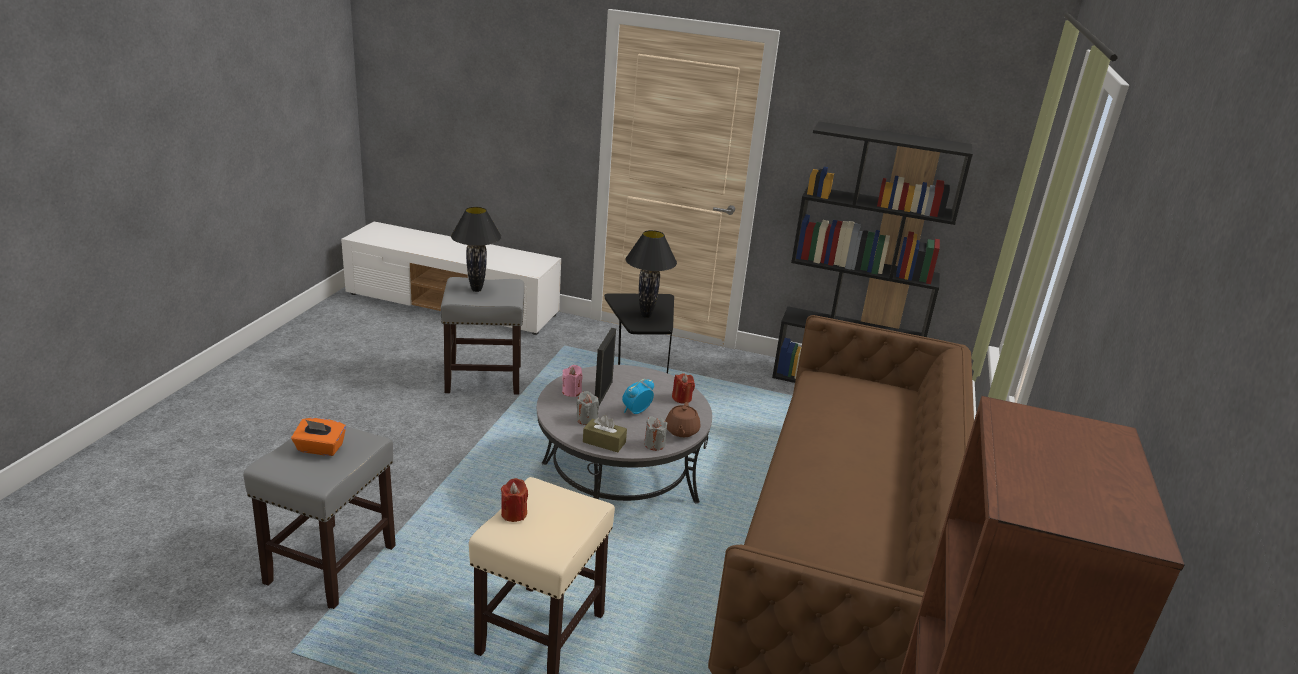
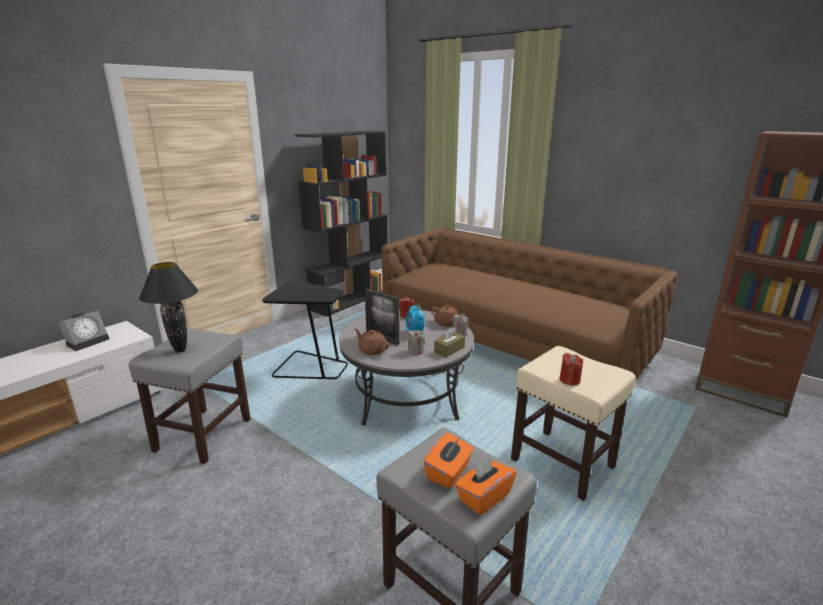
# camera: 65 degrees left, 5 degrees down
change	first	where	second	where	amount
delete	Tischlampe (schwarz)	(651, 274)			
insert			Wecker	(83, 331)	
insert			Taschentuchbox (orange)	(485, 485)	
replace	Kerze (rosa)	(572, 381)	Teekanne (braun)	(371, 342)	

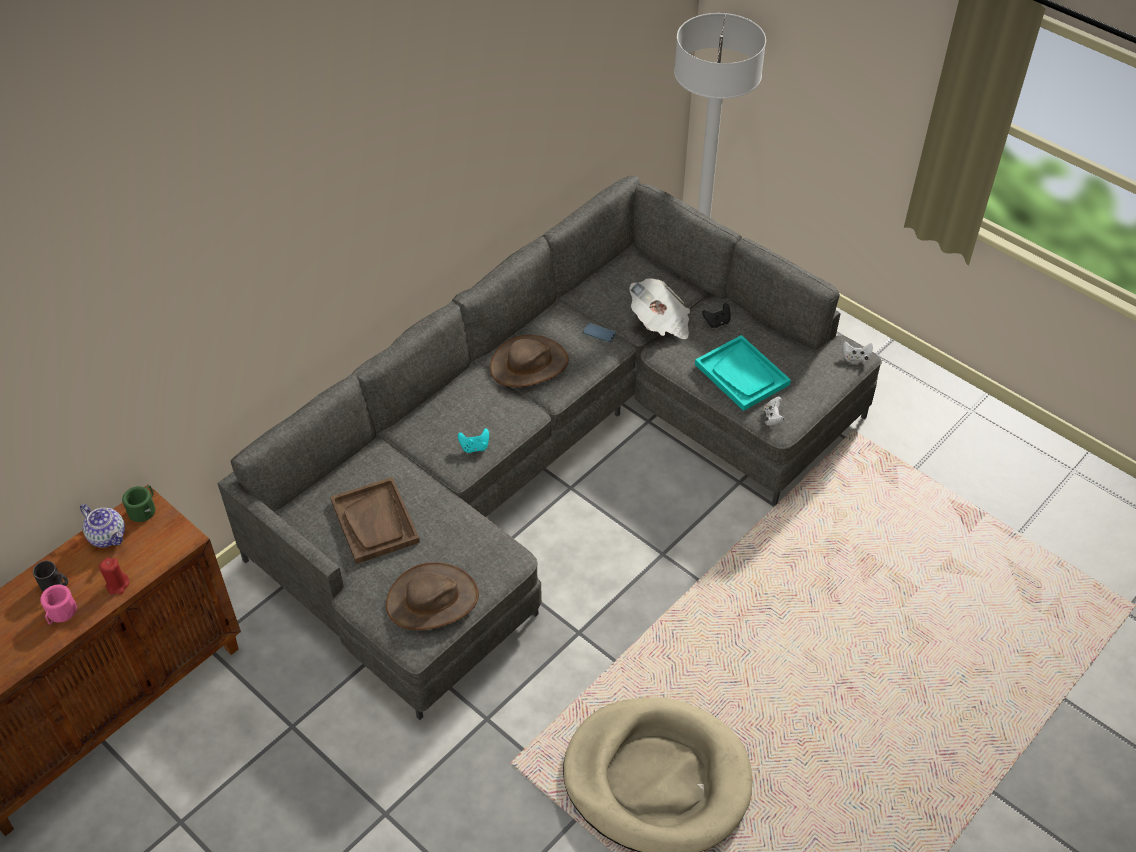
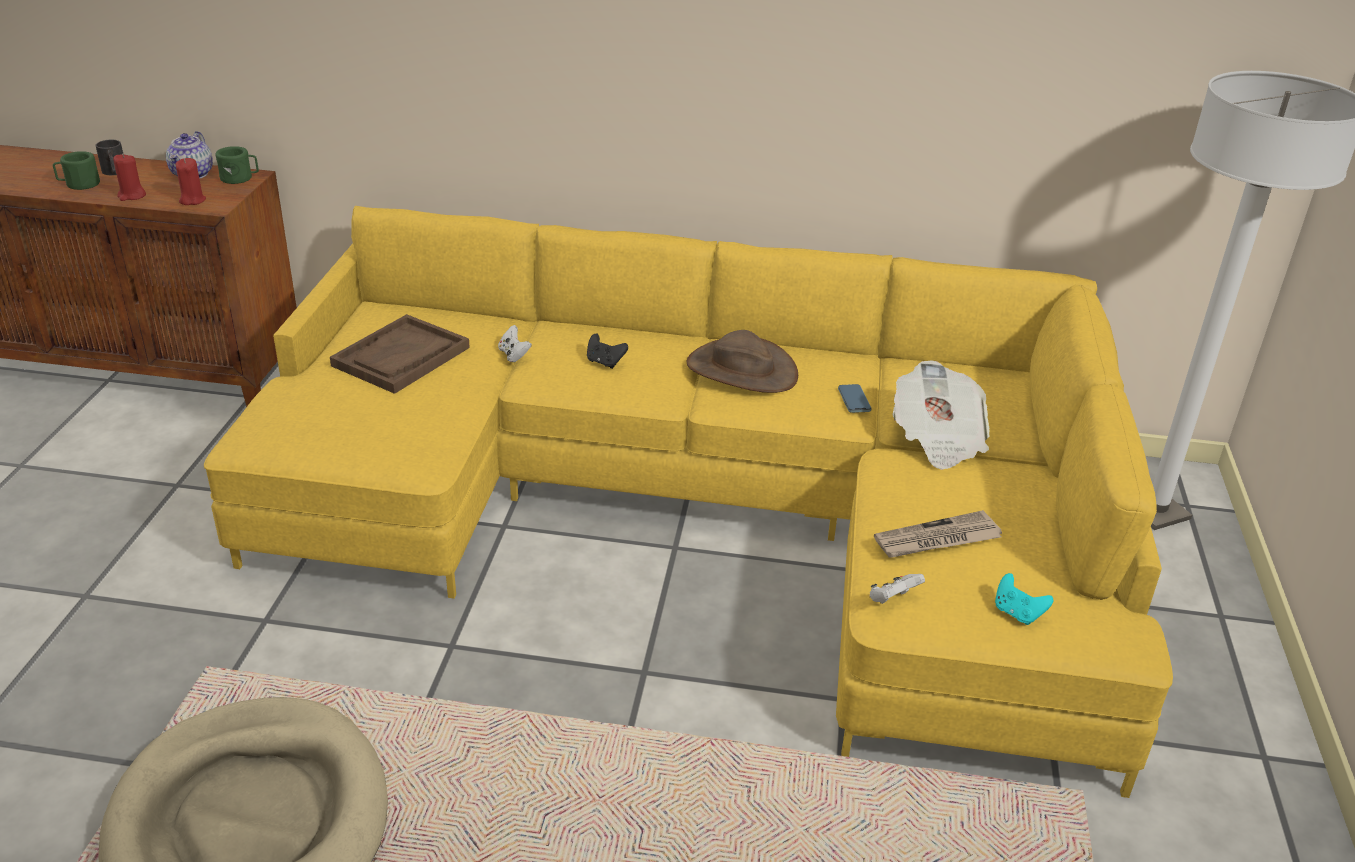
# camera: 55 degrees right, 15 degrees down
change	first	where	second	where	amount
delete	Hut (braun)	(432, 596)			
insert			Kerze (rot)	(191, 181)	
move	Gamepad (türkis)	(473, 440)		(1024, 599)	
move	Gamepad (schwarz)	(716, 315)		(607, 351)	
move	Gamepad (weiß)	(858, 352)		(515, 343)	
replace	Tablett (türkis)	(743, 373)	Zeitung	(938, 534)	
recolor	Henkelbecher (rosa)	(58, 605)	Henkelbecher (grün)	(76, 170)	
recolor	Sofa (grau)	(550, 447)	Sofa (gelb)	(688, 502)	

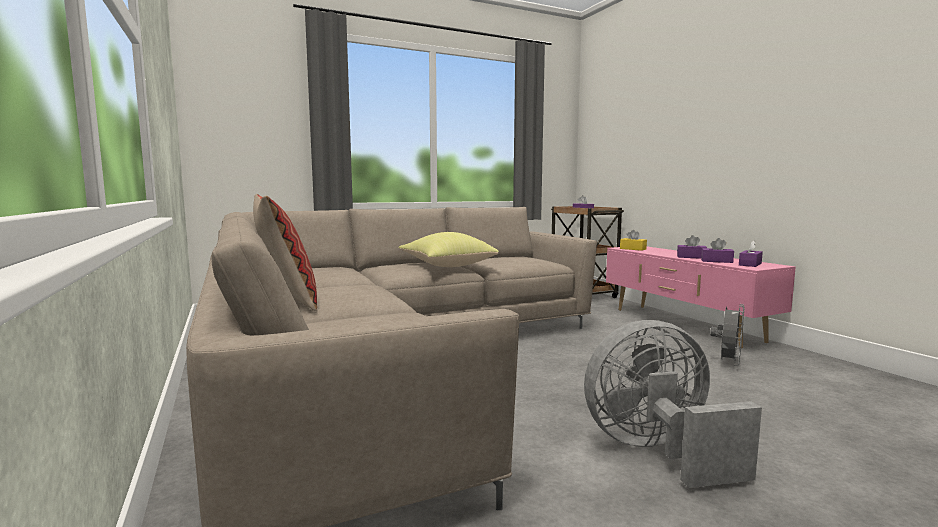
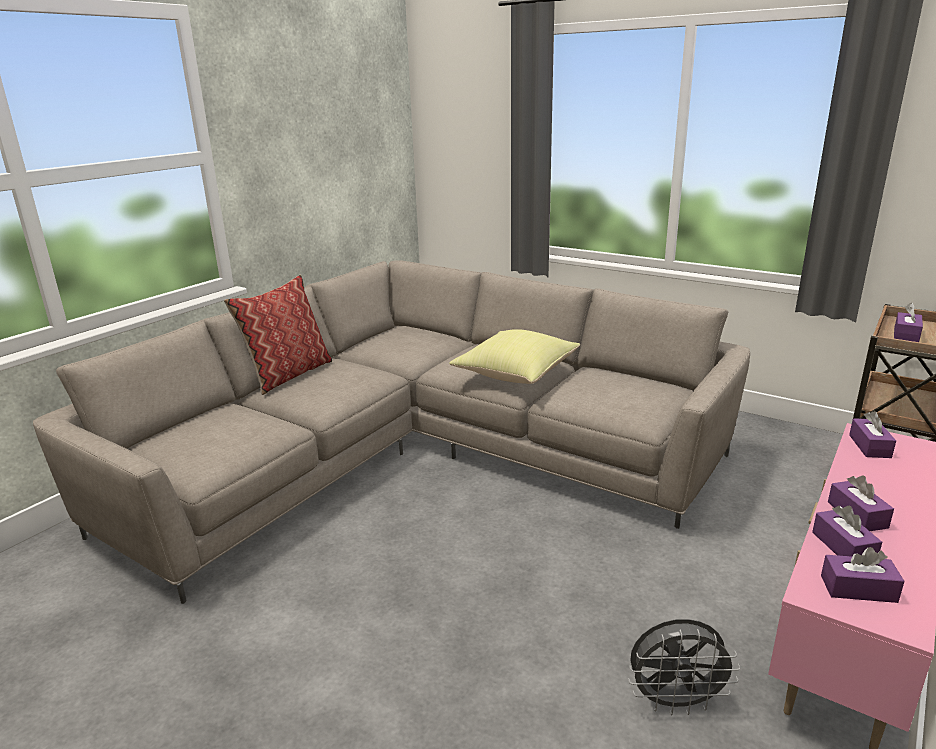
# camera: 60 degrees right, 15 degrees up
change	first	where	second	where	amount
delete	Ventilator (grau)	(673, 404)			
recolor	Taschentuchbox (gelb)	(633, 240)	Taschentuchbox (lila)	(872, 434)	

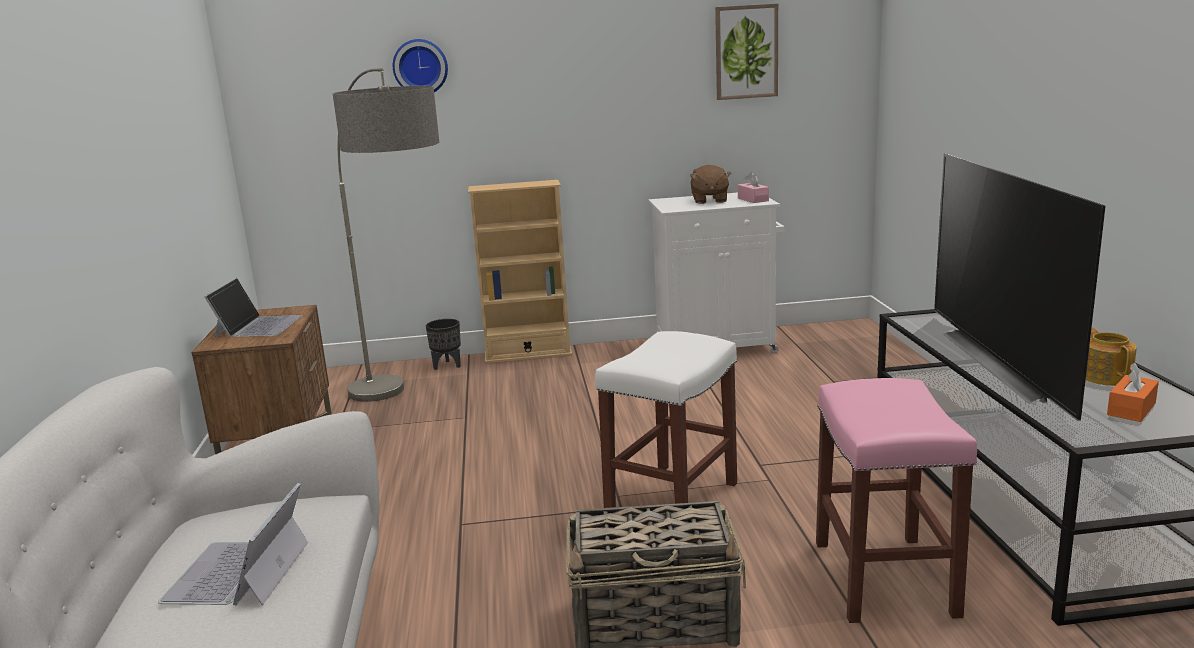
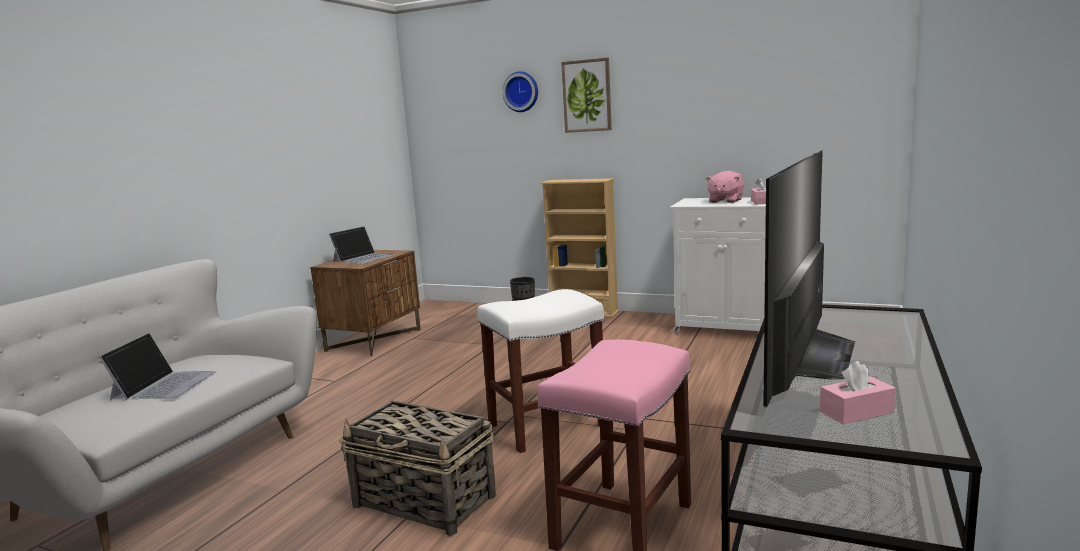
# camera: 30 degrees right, 5 degrees down
change	first	where	second	where	amount
delete	Stehlampe	(386, 235)			
delete	Teekanne	(1111, 356)			
move	Bild	(746, 52)		(586, 95)	
recolor	Plüschtier (braun)	(710, 184)	Plüschtier (rosa)	(724, 187)	
recolor	Taschentuchbox (orange)	(1133, 392)	Taschentuchbox (rosa)	(857, 392)	
rotate	Laptop	(233, 544)		(157, 366)	150 degrees clockwise

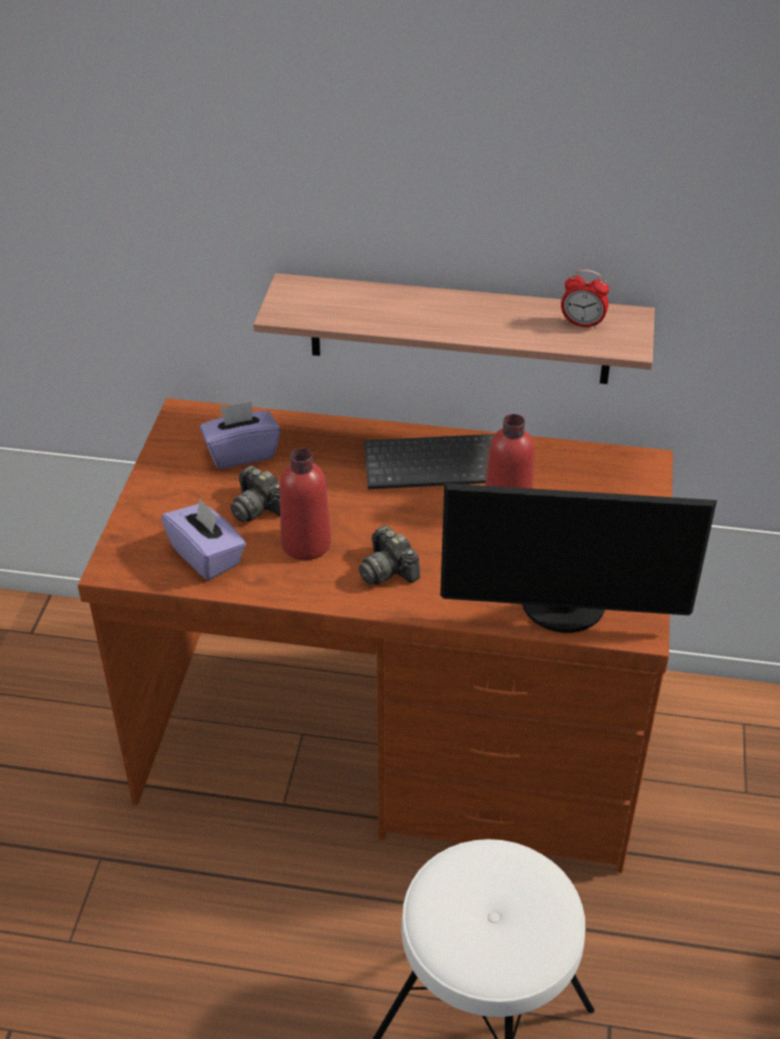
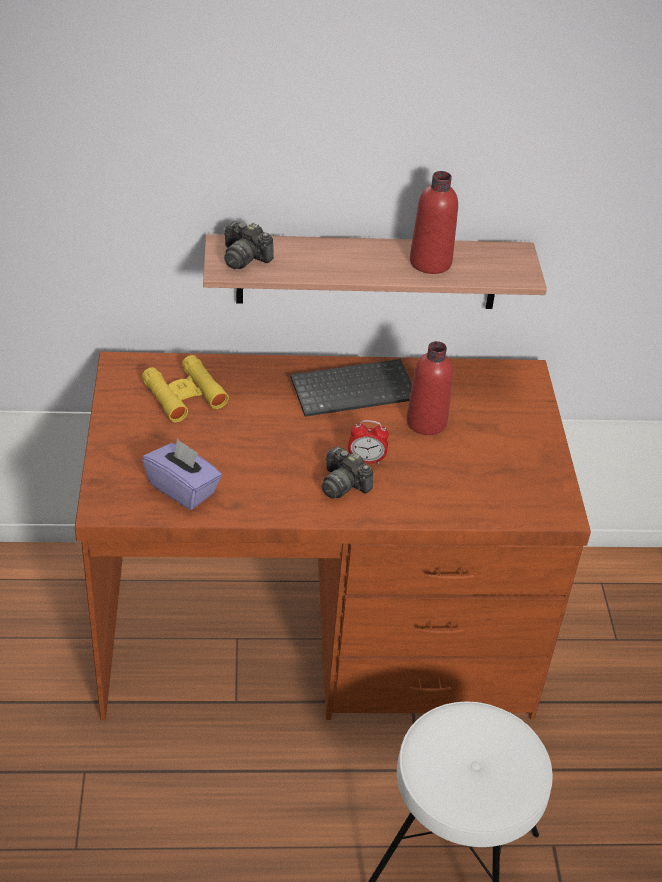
# camera: 15 degrees left, 0 degrees up
change	first	where	second	where	amount
delete	Monitor	(578, 558)			
move	Kamera	(255, 493)		(249, 245)	
move	Flasche (rot)	(305, 504)		(434, 222)	
move	Wecker	(585, 299)		(368, 442)	
replace	Taschentuchbox (lila)	(240, 435)	Fernglas (gelb)	(185, 388)	

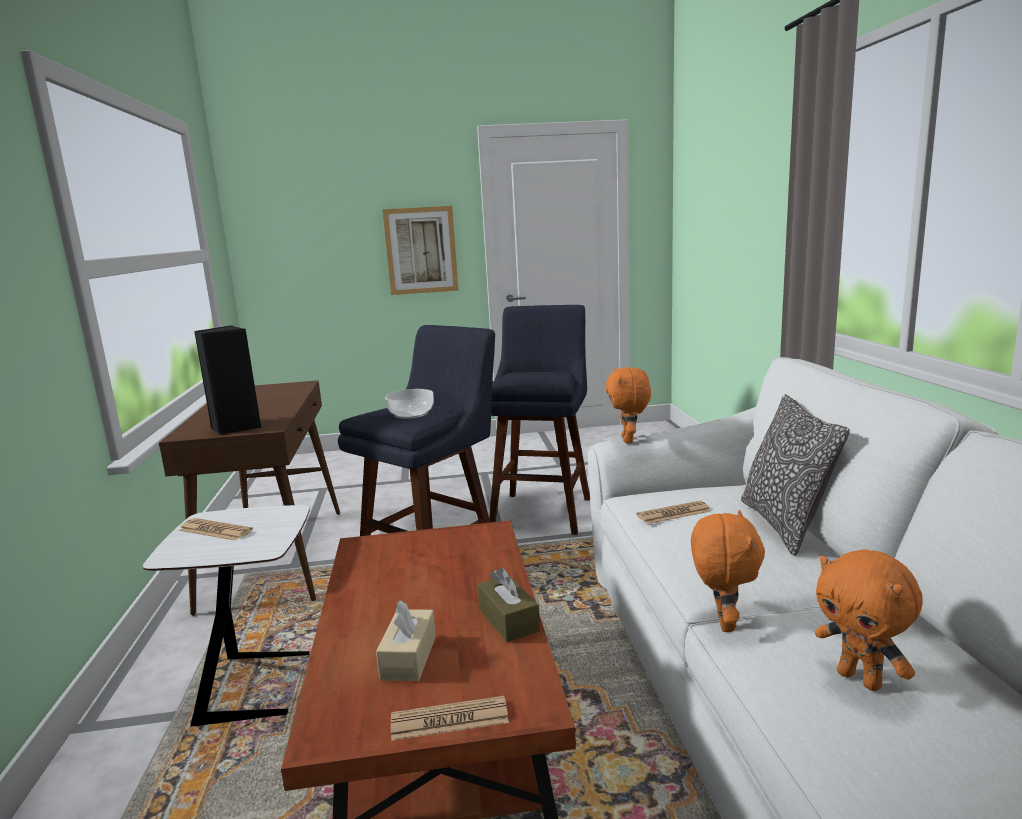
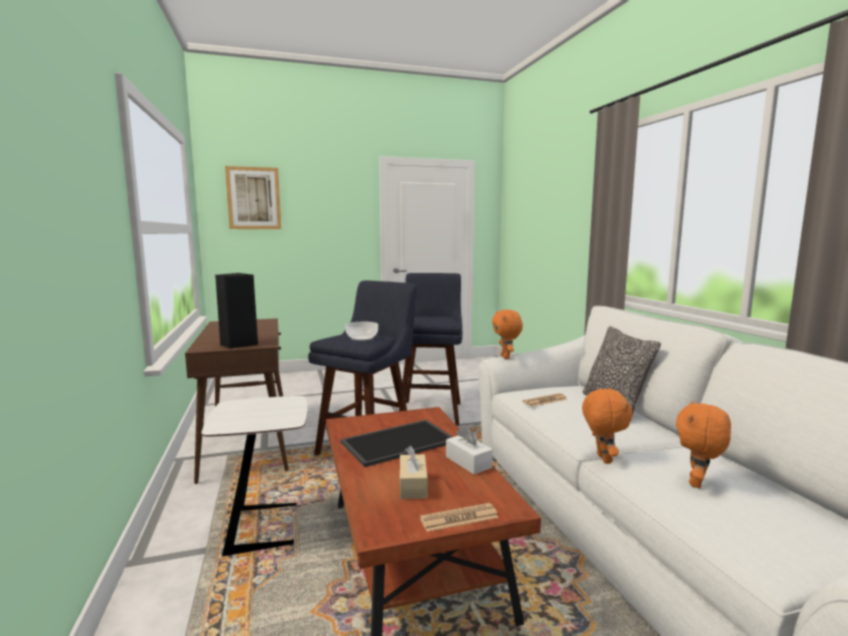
# camera: 10 degrees left, 5 degrees down
change	first	where	second	where	amount
delete	Zeitung	(215, 529)			
insert			Tablett	(396, 443)	
move	Bild	(420, 250)		(253, 197)	
recolor	Taschentuchbox (braun)	(509, 605)	Taschentuchbox (weiß)	(469, 450)	
rotate	Plüschtier (orange)	(869, 620)		(703, 444)	75 degrees clockwise

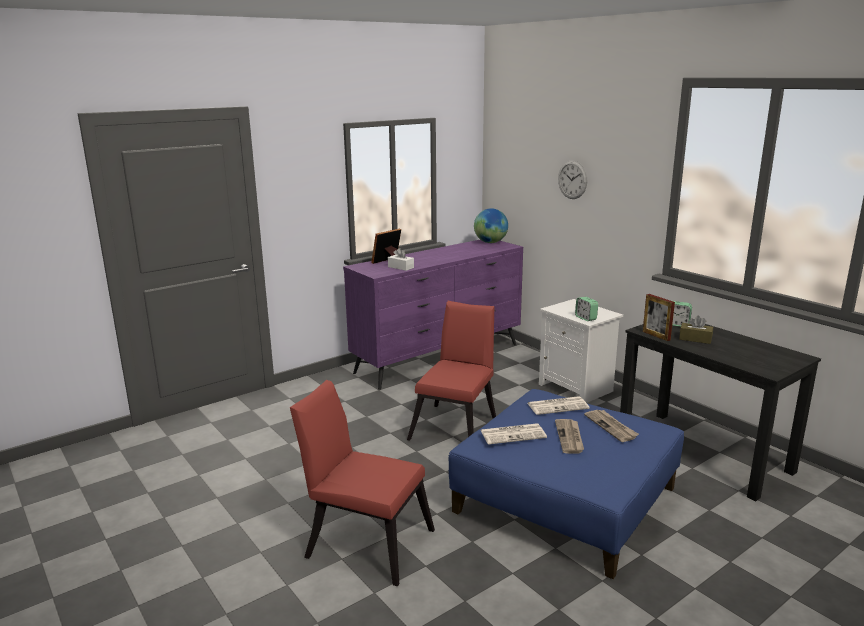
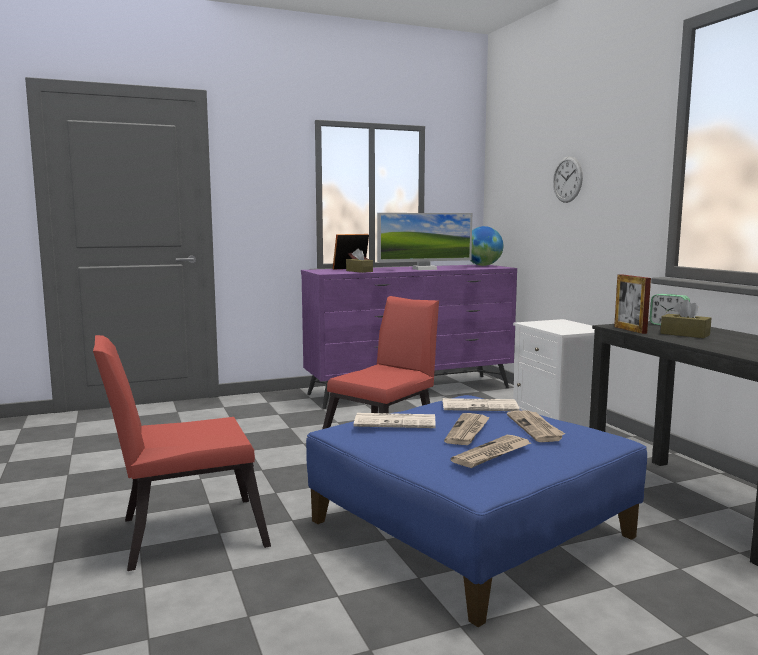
# camera: 15 degrees right, 10 degrees down
change	first	where	second	where	amount
delete	Wecker	(586, 309)			
insert			Monitor	(424, 241)	
insert			Zeitung	(491, 451)	
recolor	Taschentuchbox (weiß)	(401, 259)	Taschentuchbox (braun)	(359, 260)	
rotate	Stuhl (rot)	(362, 483)		(182, 453)	60 degrees counterclockwise

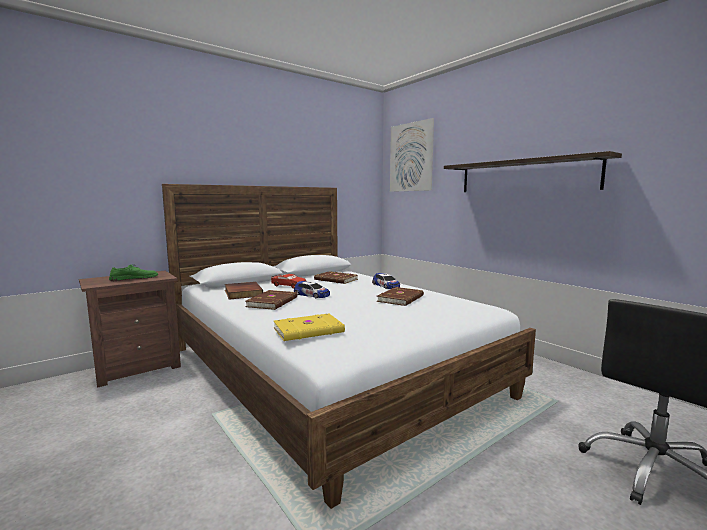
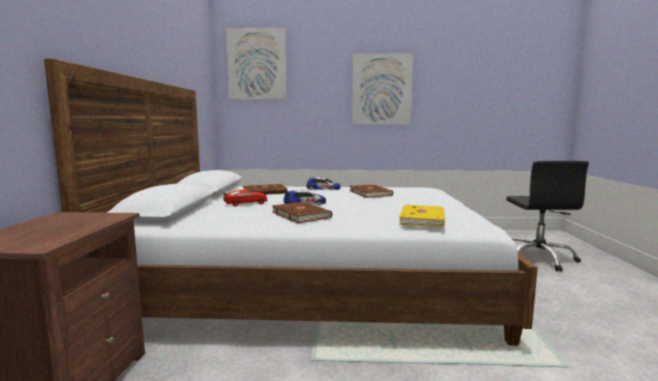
# camera: 50 degrees left, 0 degrees up
change	first	where	second	where	amount
delete	Schuh (grün)	(133, 272)			
delete	Buch	(244, 291)			
replace	Wandregal	(533, 171)	Bild	(382, 88)	

